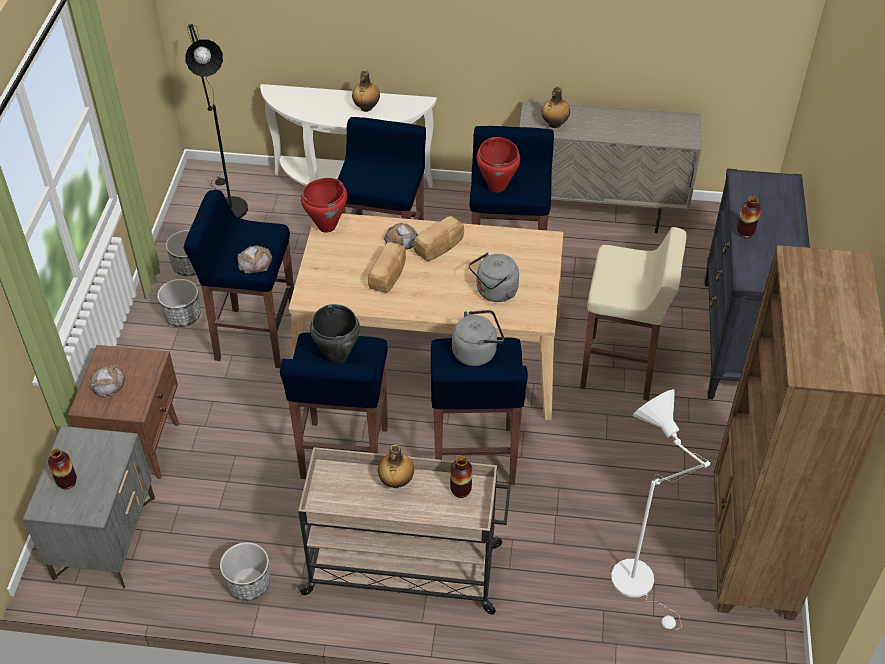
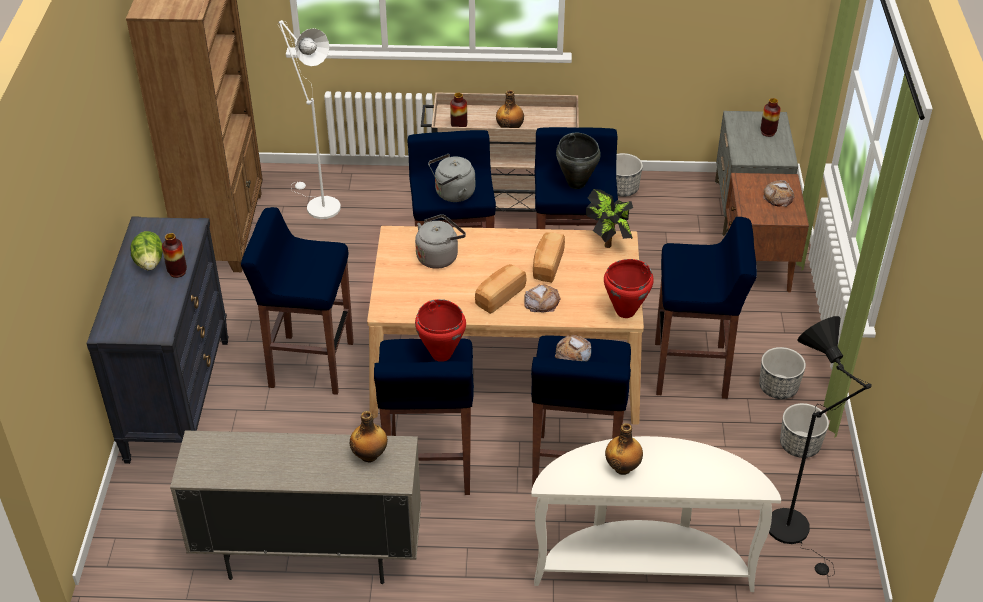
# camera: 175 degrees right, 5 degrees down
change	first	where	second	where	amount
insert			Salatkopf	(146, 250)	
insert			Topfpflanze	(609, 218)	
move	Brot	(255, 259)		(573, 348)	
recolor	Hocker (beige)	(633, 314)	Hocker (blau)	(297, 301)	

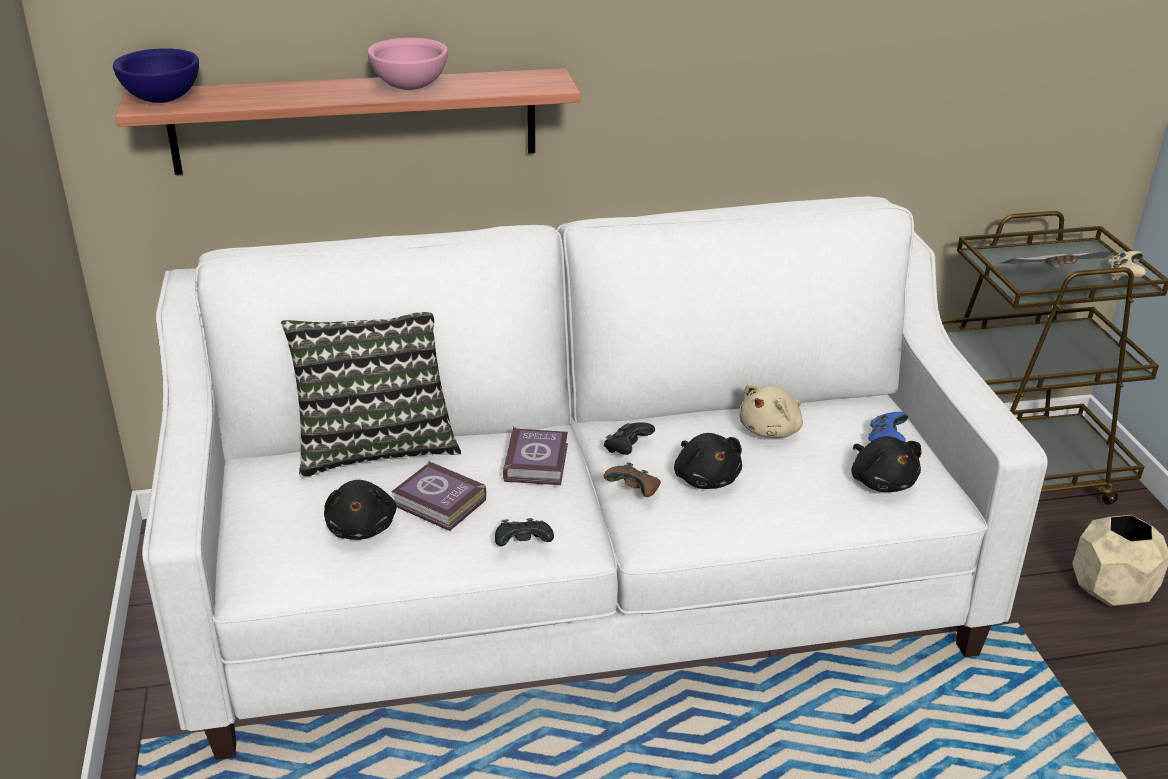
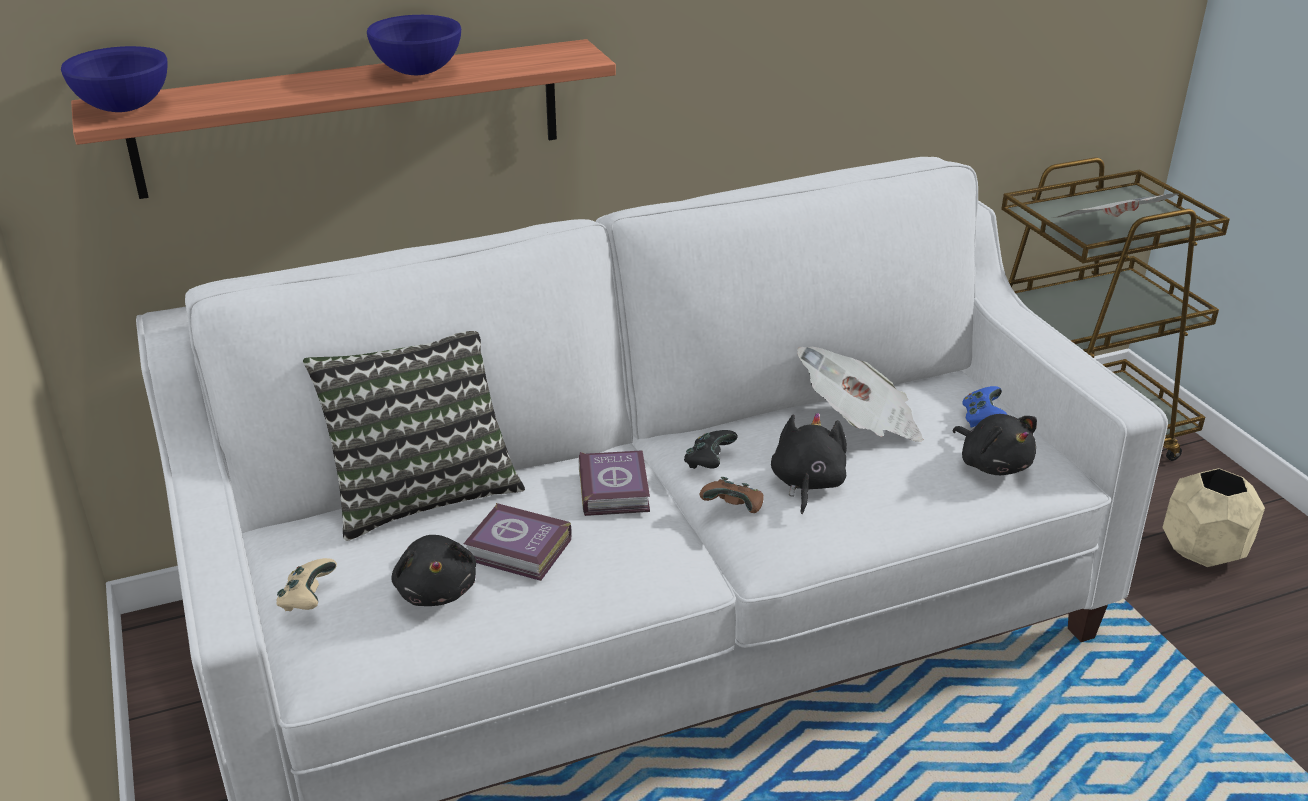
# camera: 10 degrees left, 0 degrees up
change	first	where	second	where	amount
delete	Gamepad (schwarz)	(524, 532)			
move	Gamepad (beige)	(1127, 265)		(307, 584)	
replace	Plüschtier (beige)	(771, 410)	Zeitung	(860, 394)	
recolor	Schüssel (rosa)	(408, 64)	Schüssel (blau)	(414, 45)	
rotate	Plüschtier (schwarz)	(708, 461)		(809, 463)	135 degrees counterclockwise

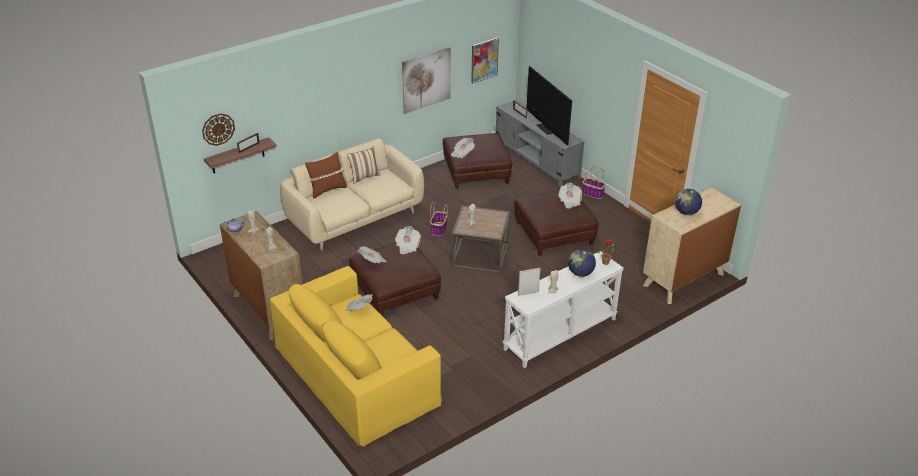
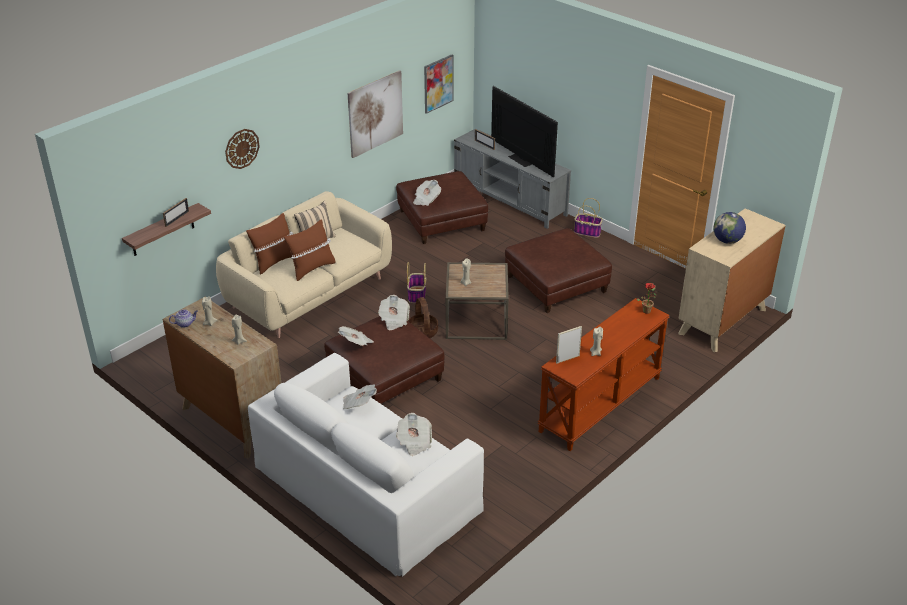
# camera: 10 degrees left, 0 degrees up
change	first	where	second	where	amount
delete	Globus	(582, 263)			
insert			Kissen (braun)	(309, 250)	
insert			Korb	(423, 317)	
move	Wanduhr	(218, 129)		(242, 149)	
move	Zeitung	(570, 196)		(414, 434)	
recolor	Sofa (gelb)	(356, 356)	Sofa (weiß)	(366, 465)	
recolor	Konsolentisch (weiß)	(563, 309)	Konsolentisch (braun)	(603, 374)	

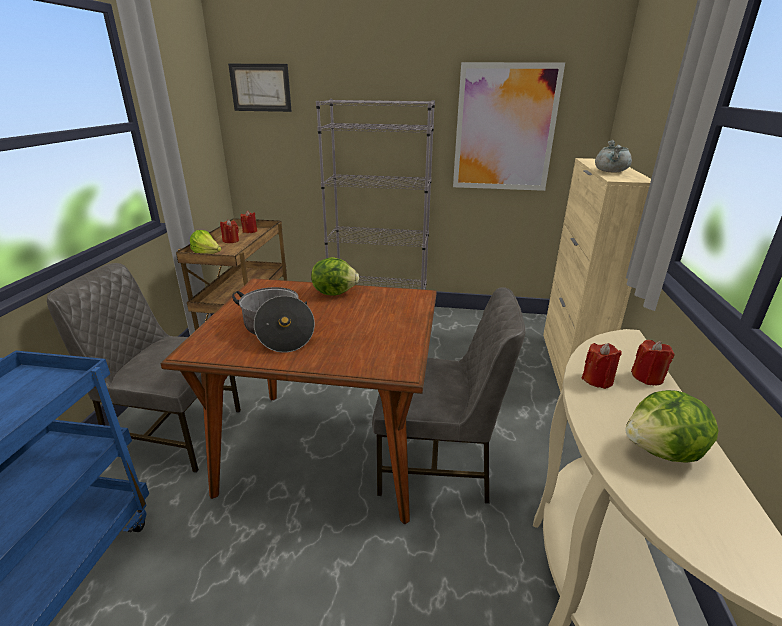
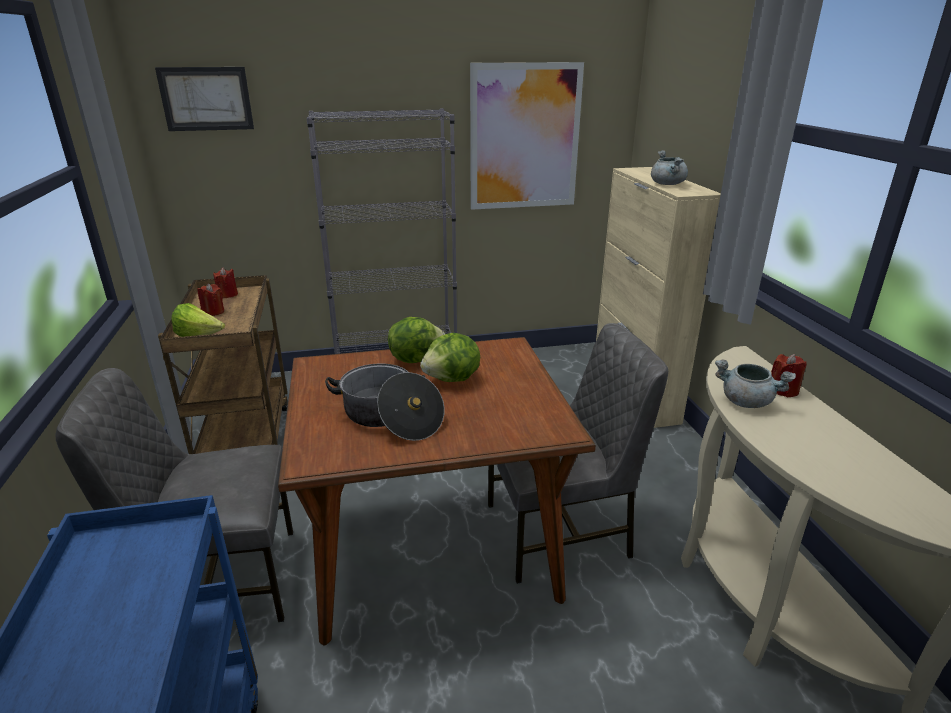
# camera: 20 degrees left, 0 degrees up
change	first	where	second	where	amount
move	Salatkopf	(671, 426)		(450, 357)	
replace	Kerze (rot)	(602, 366)	Kochtopf (grau)	(755, 384)	

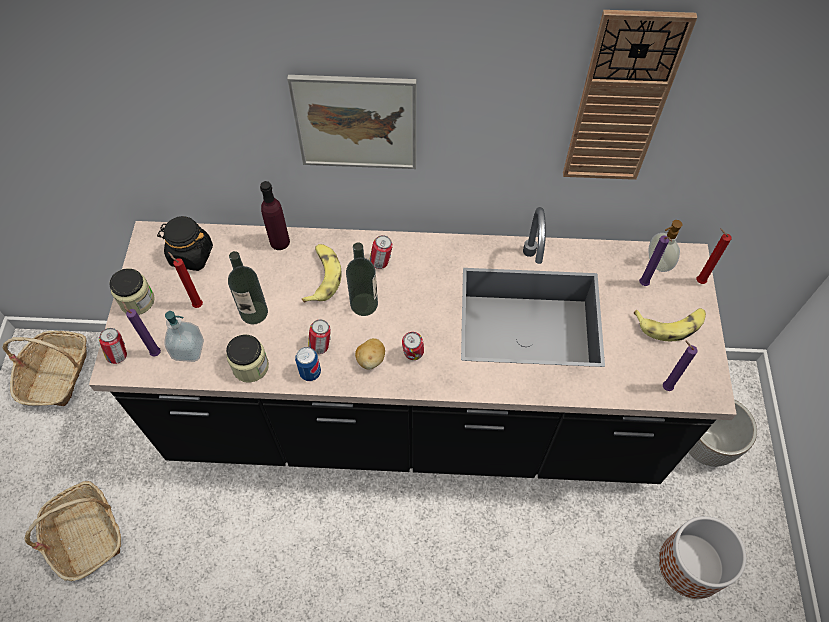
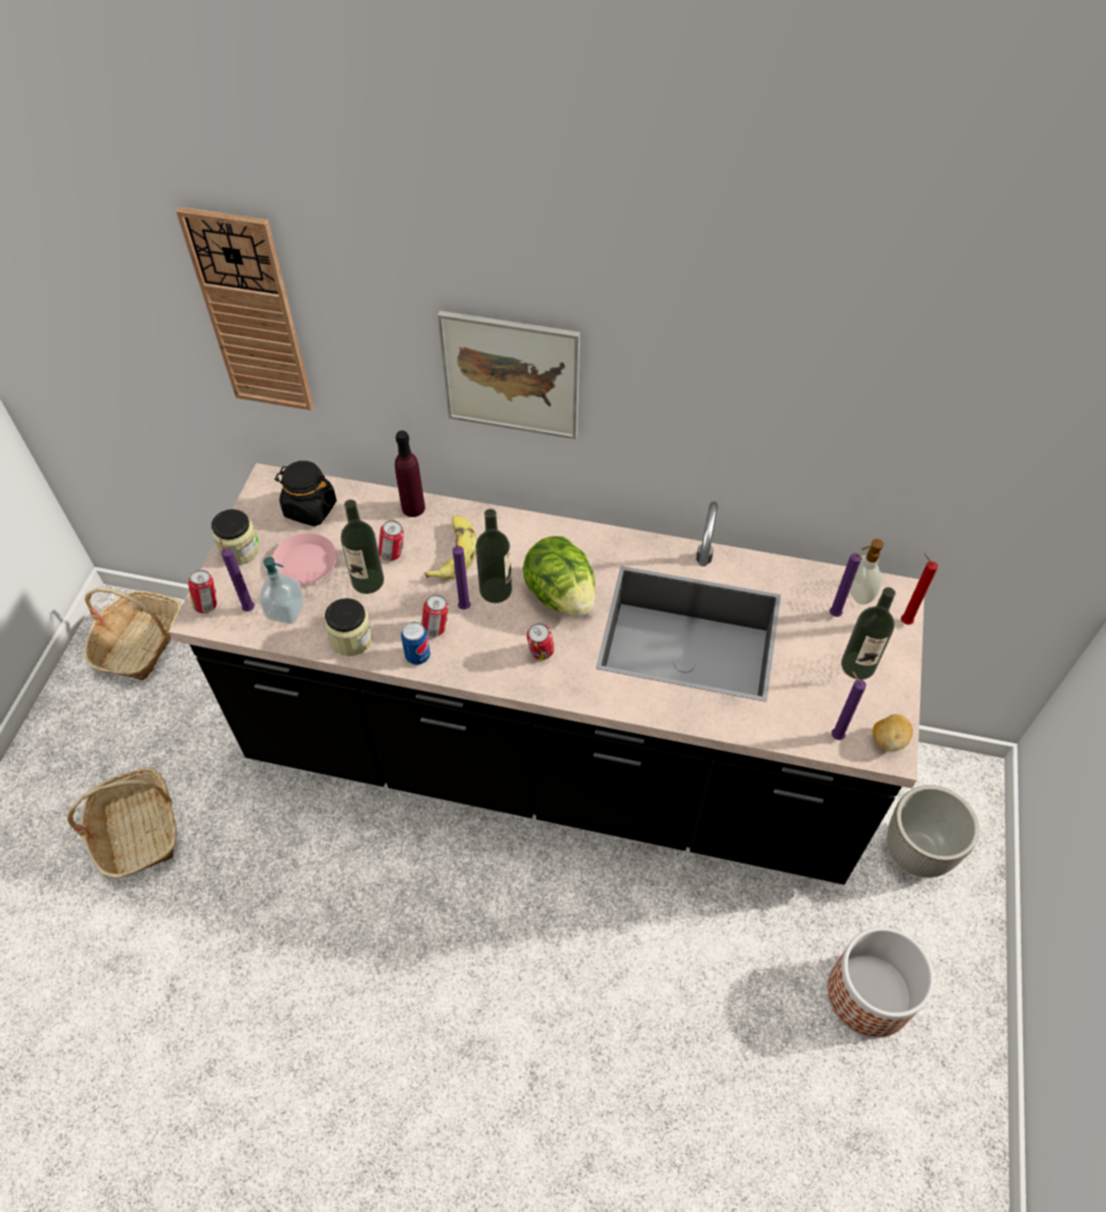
# camera: 10 degrees right, 5 degrees down
change	first	where	second	where	amount
insert			Kerze (lila)	(462, 572)	
insert			Salatkopf	(559, 576)	
move	Kartoffel	(370, 354)		(893, 733)	
move	Dose	(381, 252)		(391, 540)	
move	Wanduhr	(630, 95)		(245, 308)	
replace	Kerze (rot)	(185, 280)	Teller (rosa)	(304, 559)	
replace	Banane	(670, 324)	Flasche	(868, 633)	

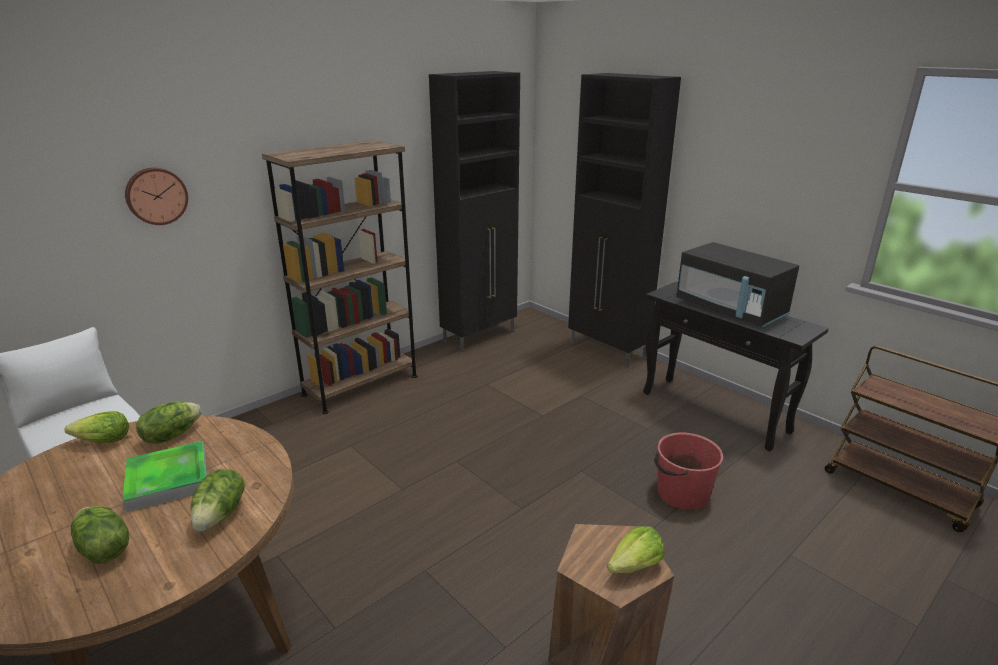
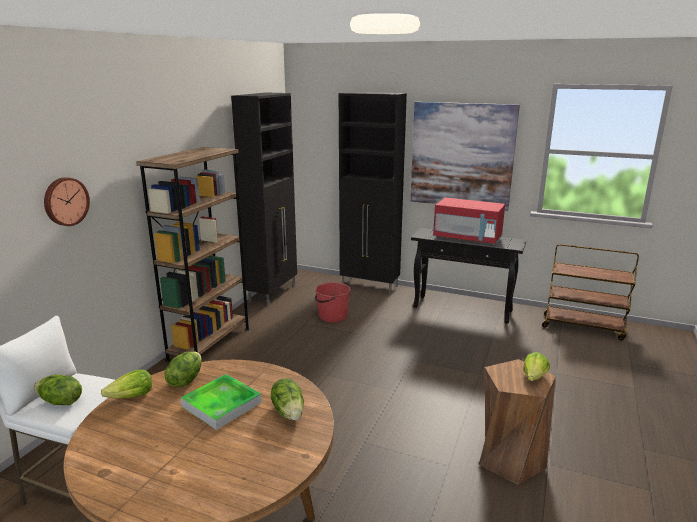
# camera: 25 degrees left, 5 degrees down
change	first	where	second	where	amount
insert			Bild	(465, 156)	
move	Salatkopf	(100, 535)		(58, 389)	
move	Eimer (rot)	(688, 471)		(333, 302)	
recolor	Mikrowelle (schwarz)	(737, 284)	Mikrowelle (rot)	(469, 221)	

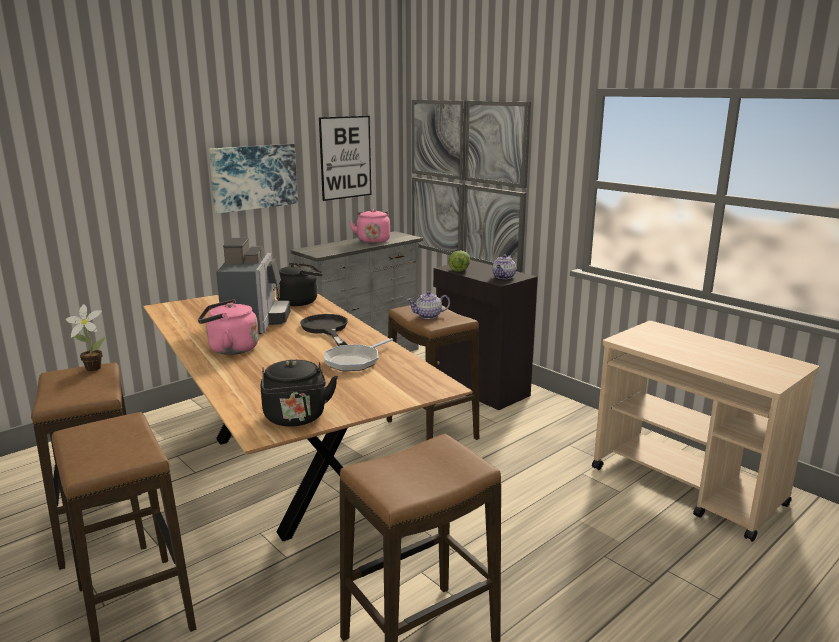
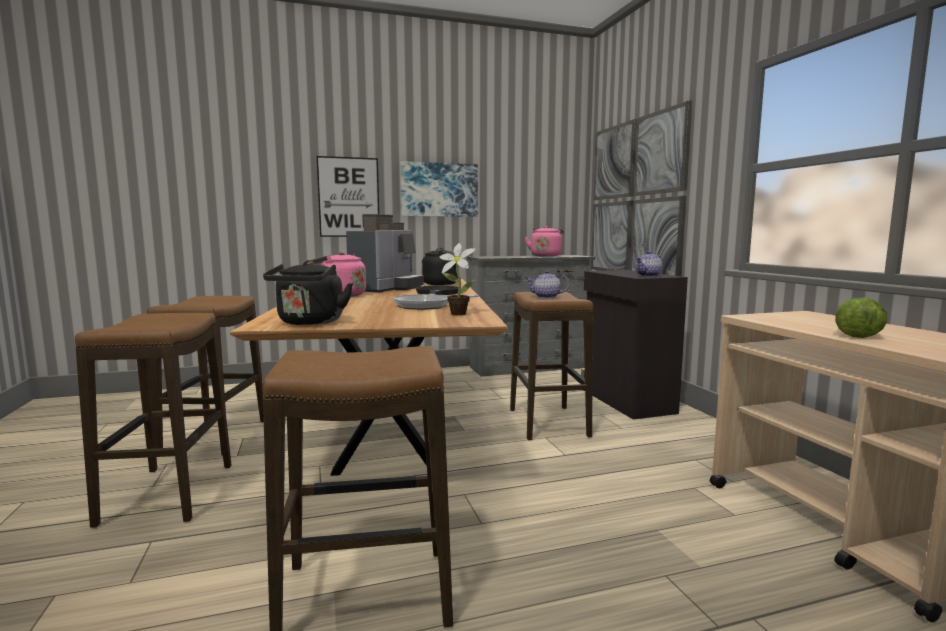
# camera: 25 degrees right, 10 degrees down
change	first	where	second	where	amount
move	Topfpflanze	(86, 337)		(458, 279)	
move	Bild	(345, 158)		(348, 196)	
move	Salatkopf	(459, 261)		(861, 318)	

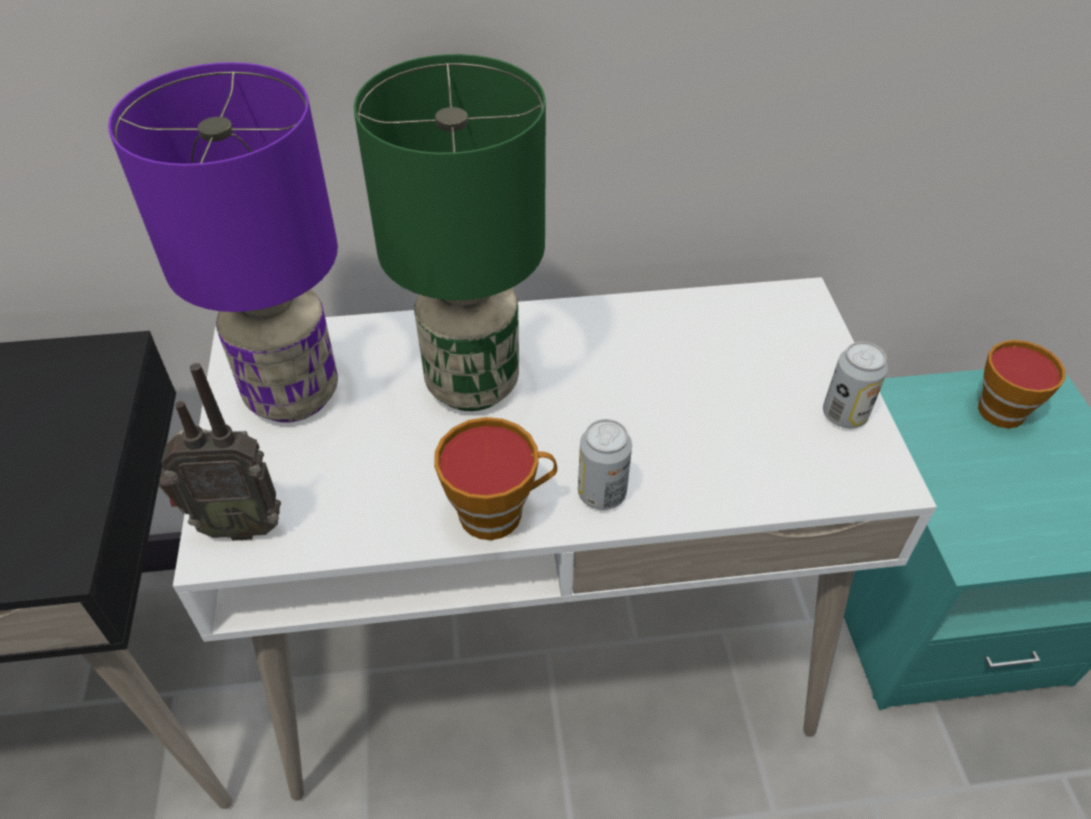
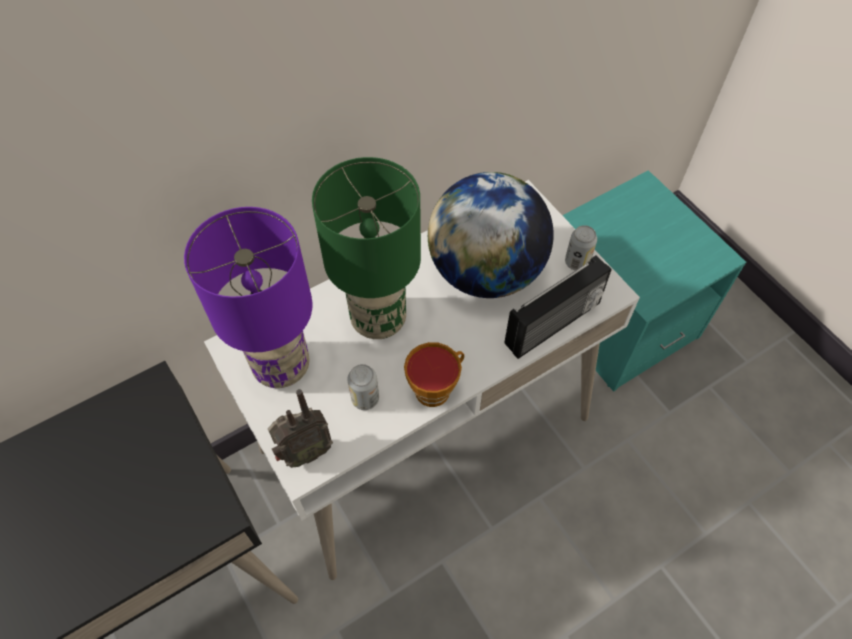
# camera: 25 degrees left, 10 degrees up
change	first	where	second	where	amount
delete	Tasse	(1022, 384)			
insert			Globus	(491, 235)	
insert			Radio	(558, 307)	
move	Dose	(605, 464)		(363, 387)	

